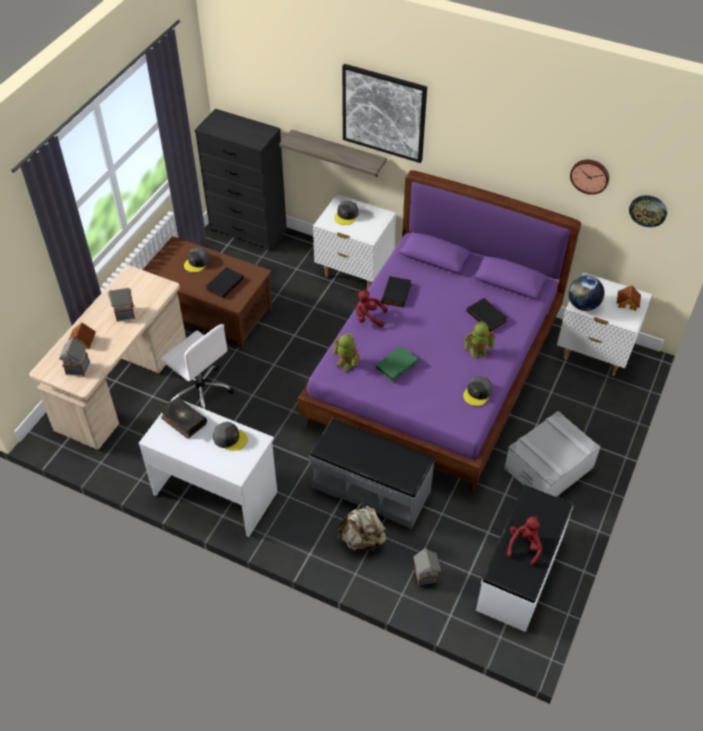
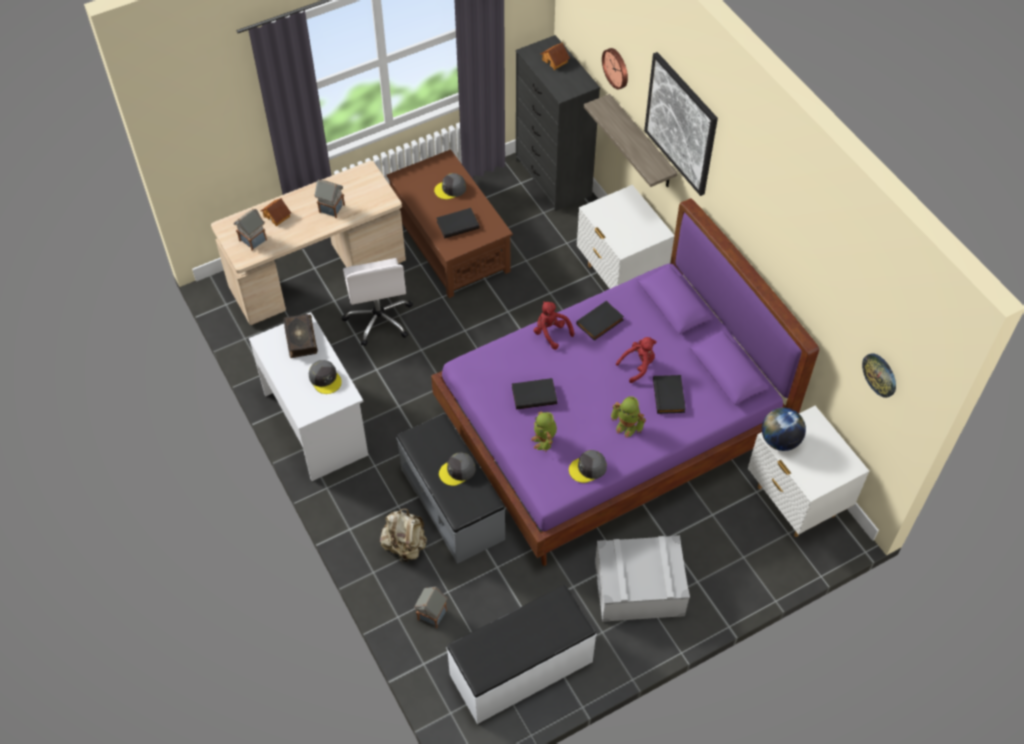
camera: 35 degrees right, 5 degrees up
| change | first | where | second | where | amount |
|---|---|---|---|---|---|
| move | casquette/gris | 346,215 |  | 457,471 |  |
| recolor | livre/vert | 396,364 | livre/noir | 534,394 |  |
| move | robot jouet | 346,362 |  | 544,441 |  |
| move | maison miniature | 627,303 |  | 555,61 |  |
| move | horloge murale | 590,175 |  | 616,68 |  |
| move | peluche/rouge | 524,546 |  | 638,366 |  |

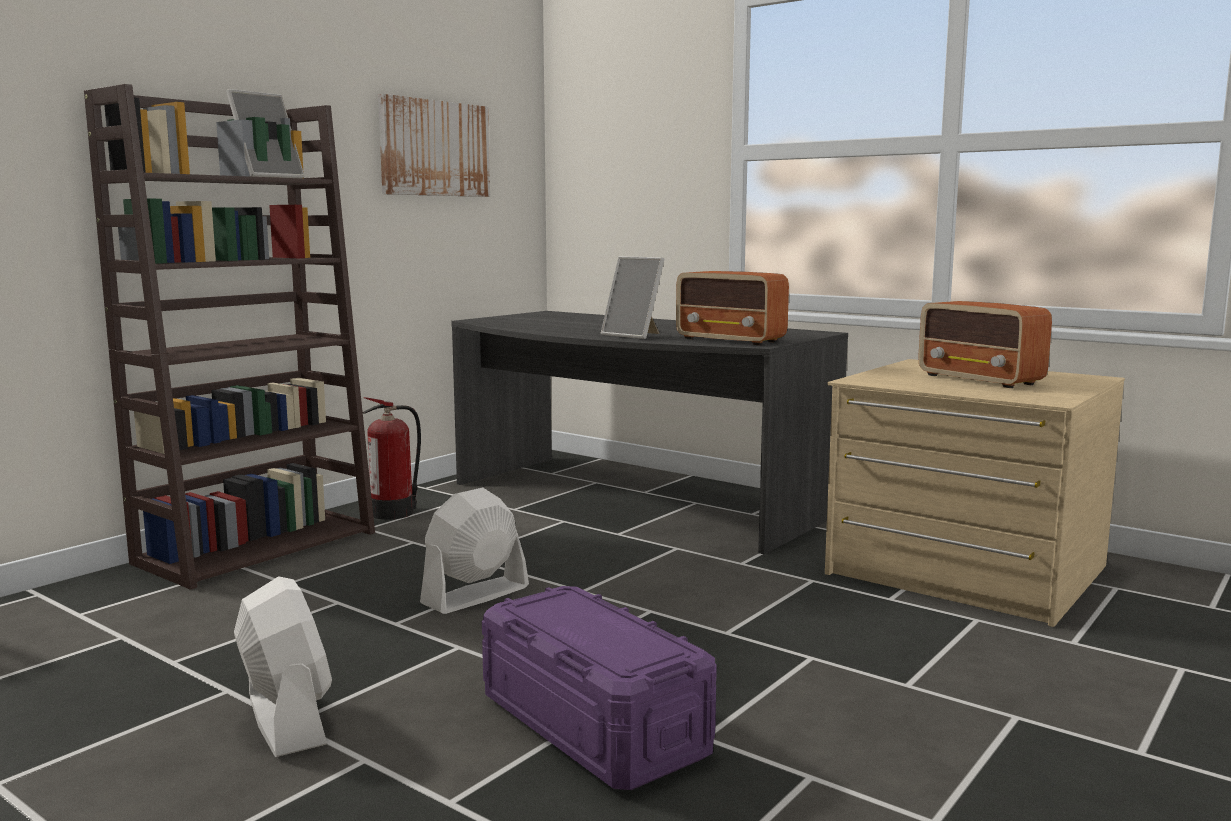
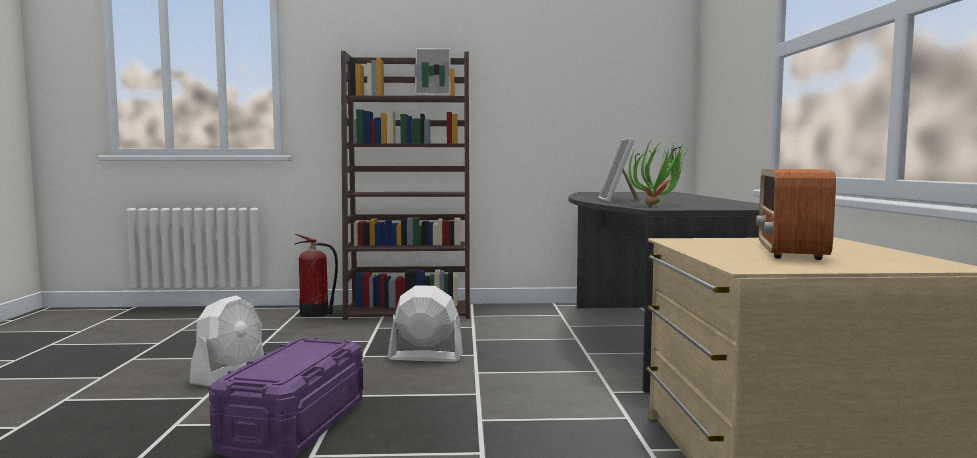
camera: 50 degrees right, 5 degrees down
| change | first | where | second | where | amount |
|---|---|---|---|---|---|
| move | extincteur | 394,512 |  | 316,313 |  |
| replace | radio | 731,340 | plante en pot | 659,206 |  |
| delete | tableau | 434,148 |  |  |  |

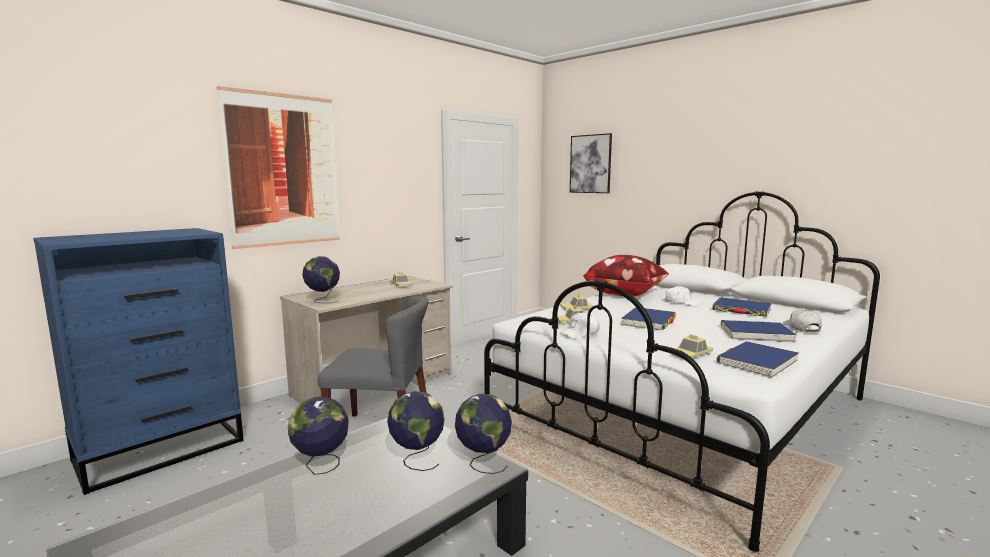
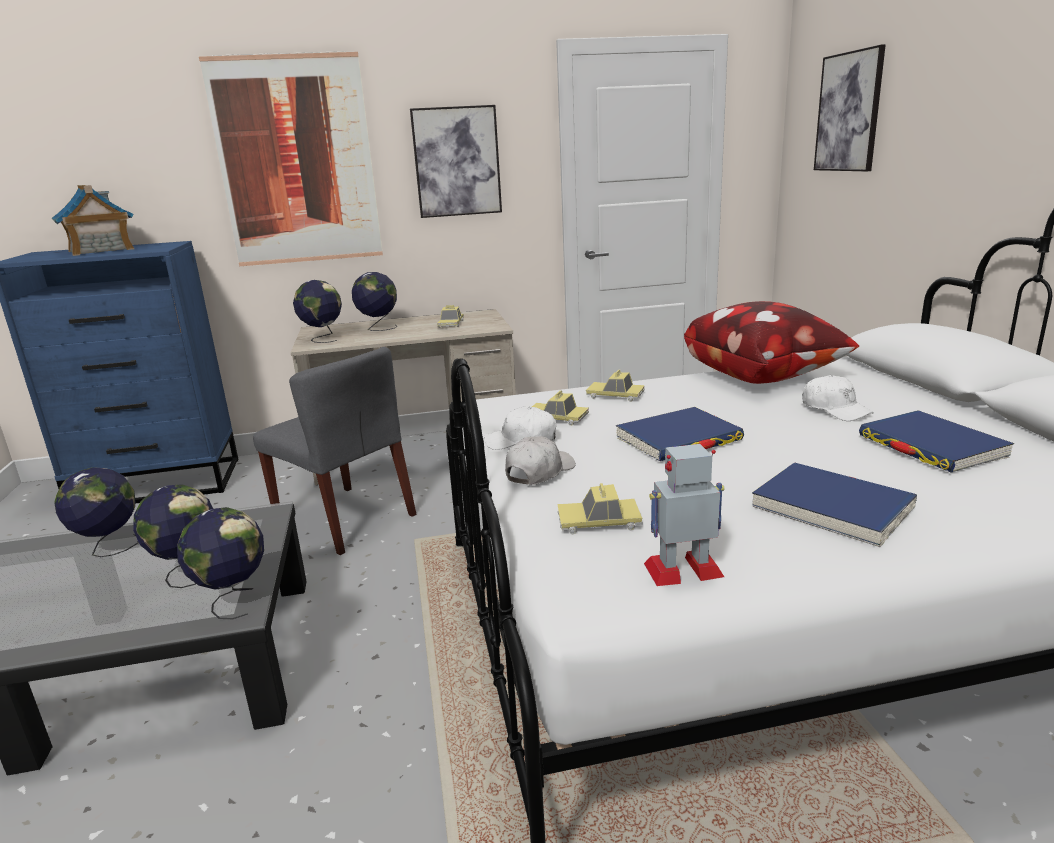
camera: 35 degrees right, 10 degrees up
| change | first | where | second | where | amount |
|---|---|---|---|---|---|
| insert |  |  | maison miniature | 100,250 |  |
| insert |  |  | globe | 378,328 |  |
| insert |  |  | tableau | 457,162 |  |
| move | casquette/blanc | 801,328 |  | 539,472 |  |
| replace | livre/bleu | 757,362 | robot jouet | 684,570 |  |

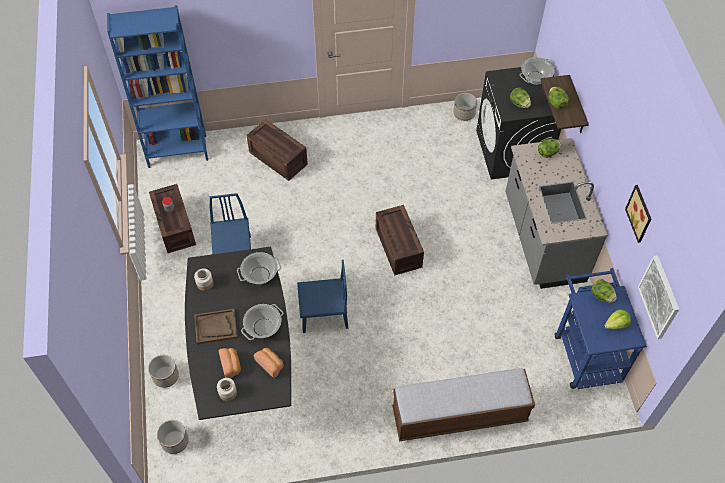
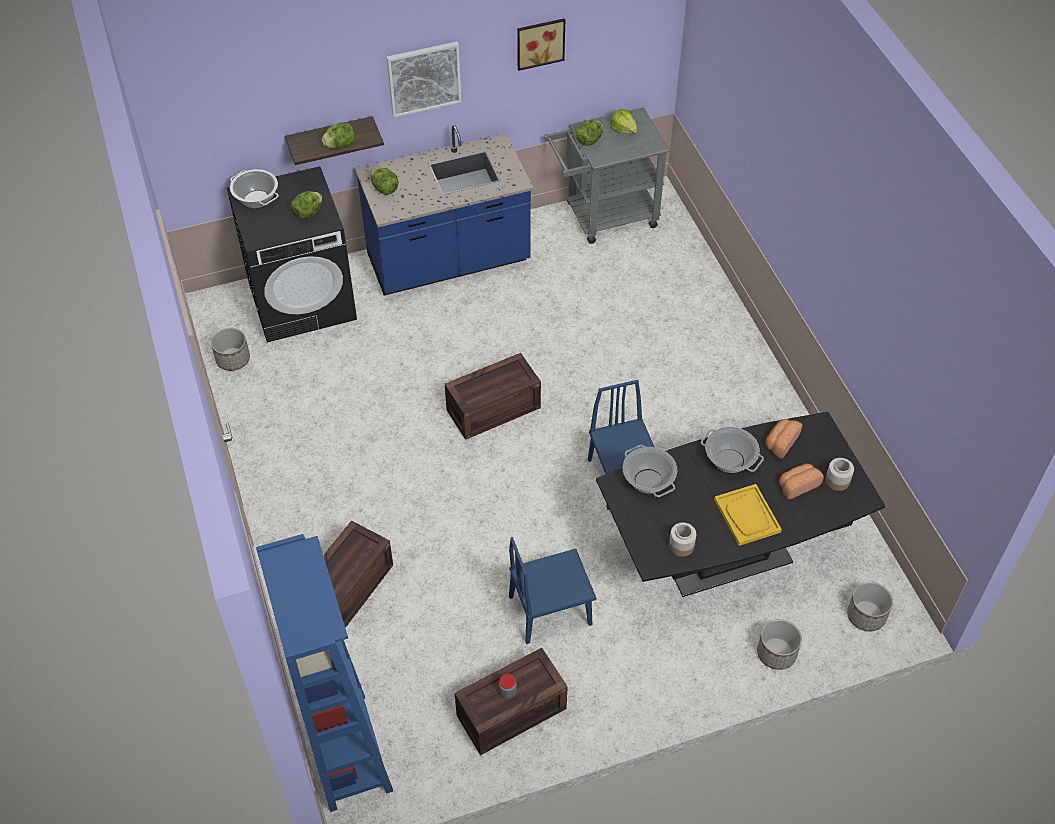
camera: 100 degrees left, 5 degrees down
| change | first | where | second | where | amount |
|---|---|---|---|---|---|
| recolor | comptoir de cuisine/gris | 542,238 | comptoir de cuisine/bleu | 448,261 |  |
| move | tableau | 659,297 |  | 424,78 |  |
| recolor | chariot/bleu | 585,351 | chariot/gris | 604,217 |  |
| recolor | plateau/marron | 216,327 | plateau/jaune | 747,516 |  |
| delete | banc | 459,415 |  |  |  |

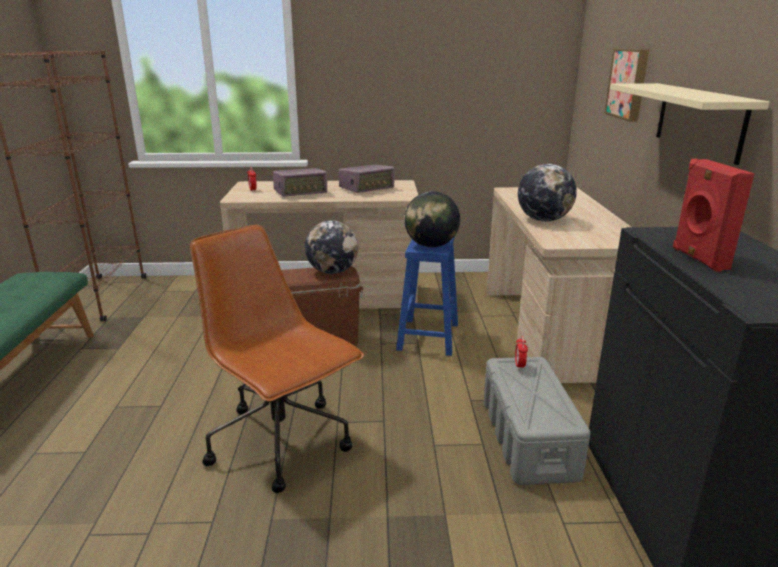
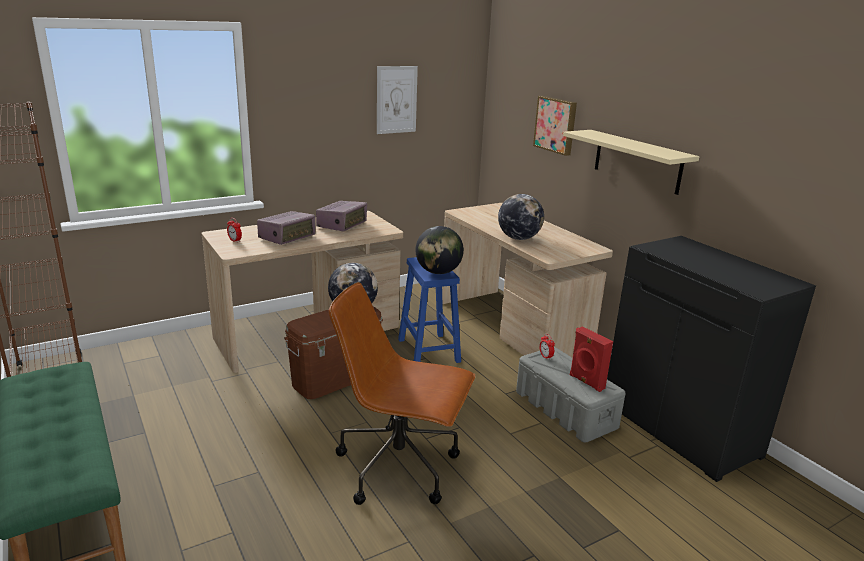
camera: 30 degrees left, 0 degrees up
| change | first | where | second | where | amount |
|---|---|---|---|---|---|
| insert |  |  | tableau | 396,100 |  |
| move | enceinte/rouge | 698,258 |  | 586,382 |  |

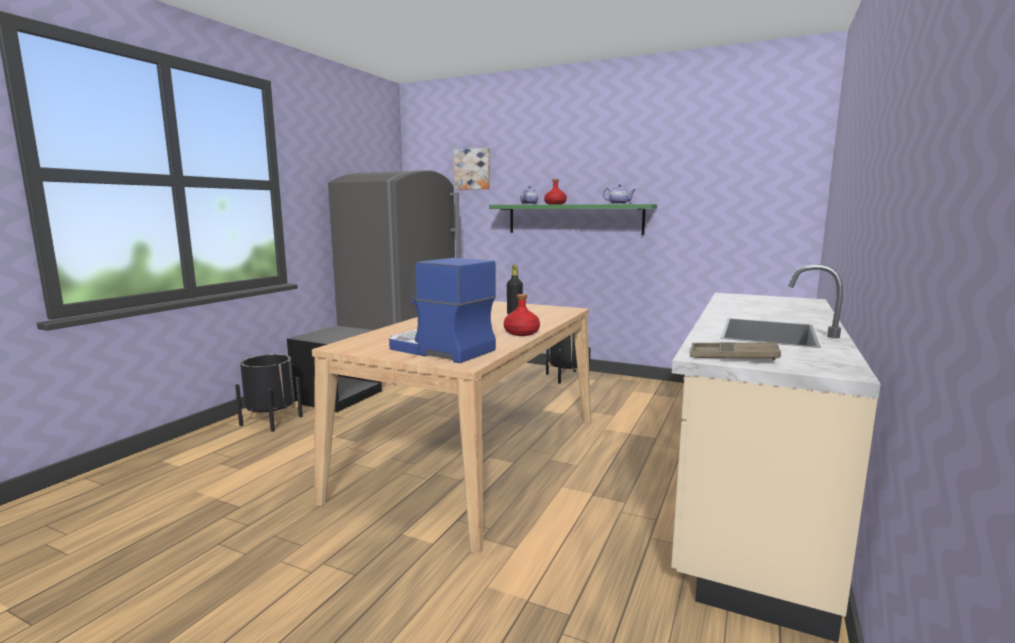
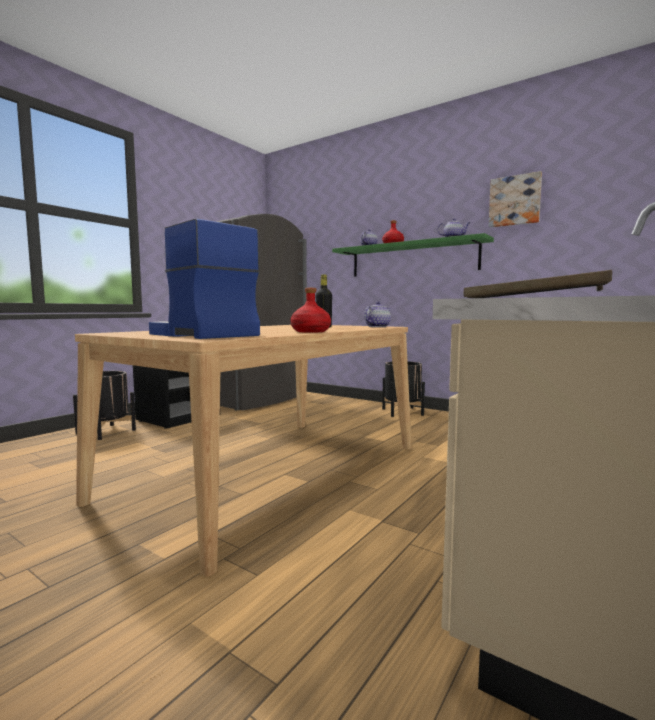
camera: 10 degrees right, 5 degrees down
| change | first | where | second | where | amount |
|---|---|---|---|---|---|
| insert |  |  | théière | 377,327 |  |
| move | tableau | 473,169 |  | 515,201 |  |

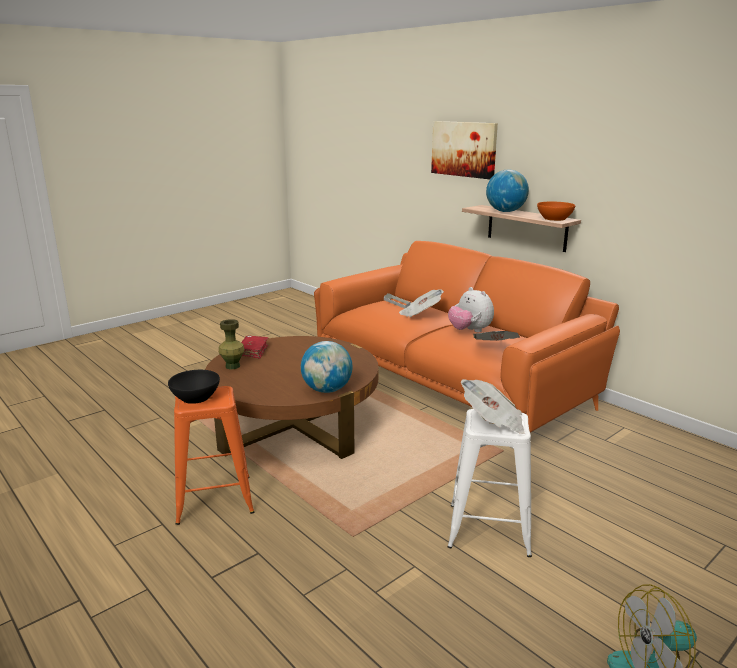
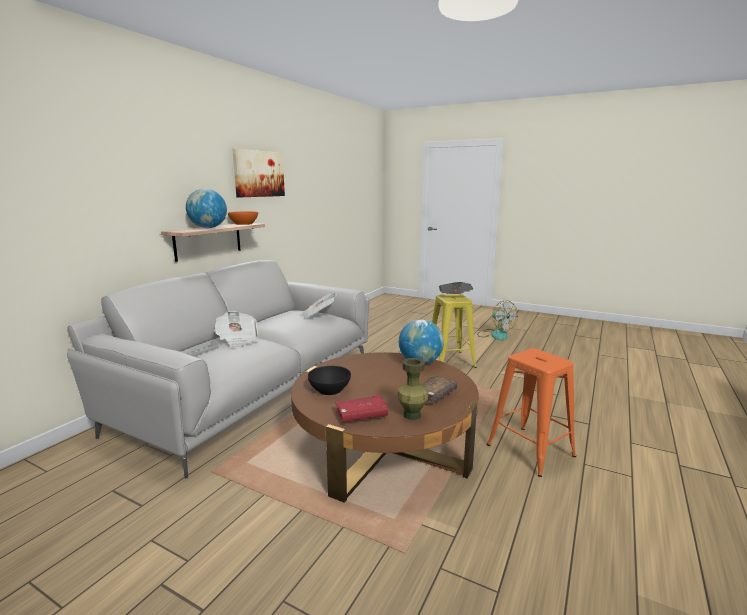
camera: 110 degrees left, 5 degrees down
| change | first | where | second | where | amount |
|---|---|---|---|---|---|
| recolor | canapé/orange | 451,380 | canapé/gris | 252,388 |  |
| move | tableau | 464,149 |  | 258,174 |  |
| move | bol/noir | 196,397 |  | 329,389 |  |
| insert |  |  | livre/marron | 433,395 |  |
| recolor | tabouret/blanc | 488,529 | tabouret/jaune | 450,361 |  |
| delete | peluche | 470,331 |  |  |  |

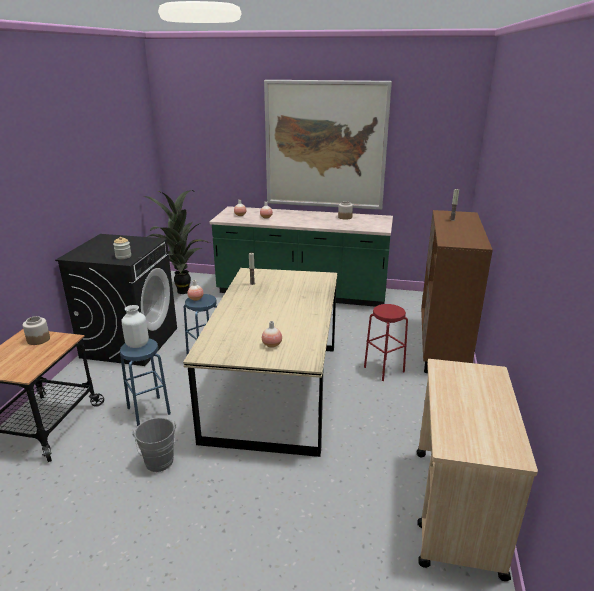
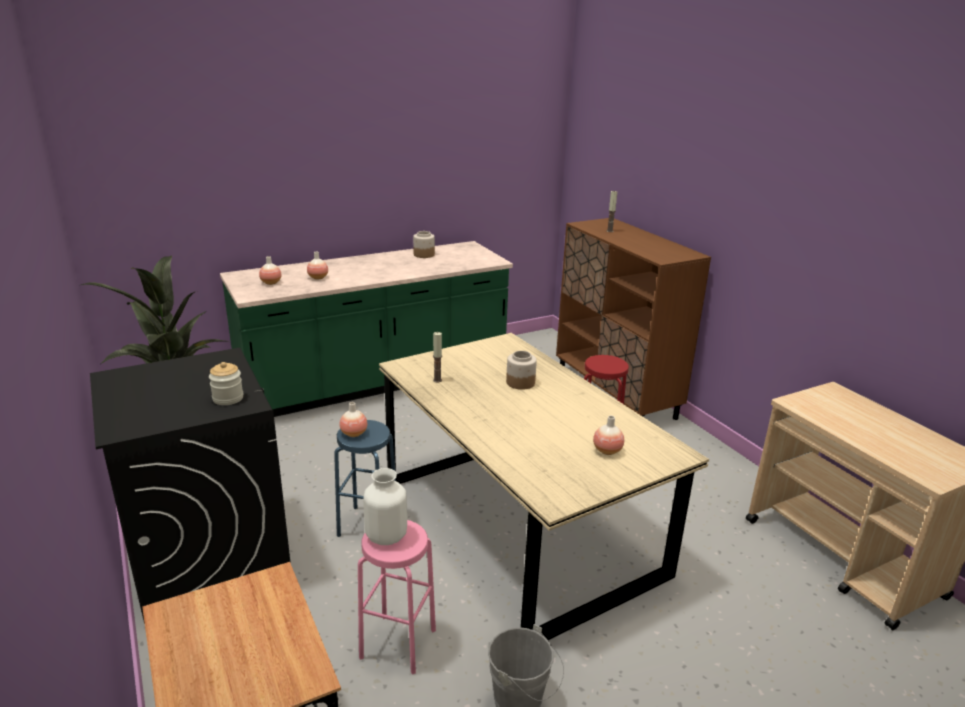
camera: 40 degrees left, 0 degrees up
| change | first | where | second | where | amount |
|---|---|---|---|---|---|
| recolor | tabouret/bleu | 148,411 | tabouret/rose | 398,643 |  |
| move | bocal | 38,339 |  | 520,383 |  |
| delete | tableau | 325,145 |  |  |  |

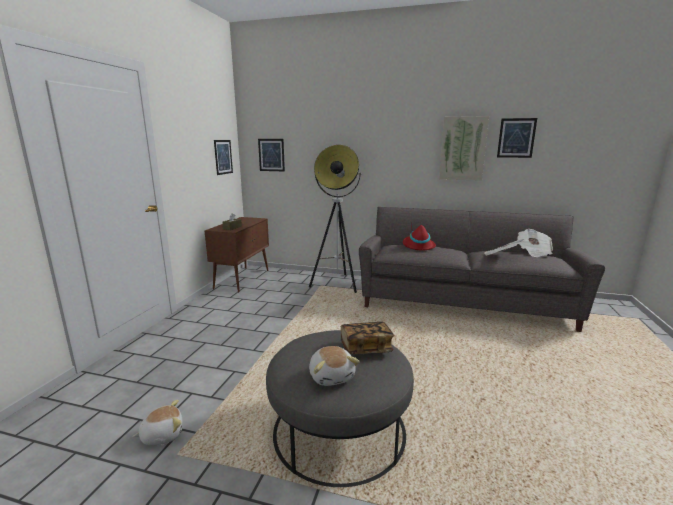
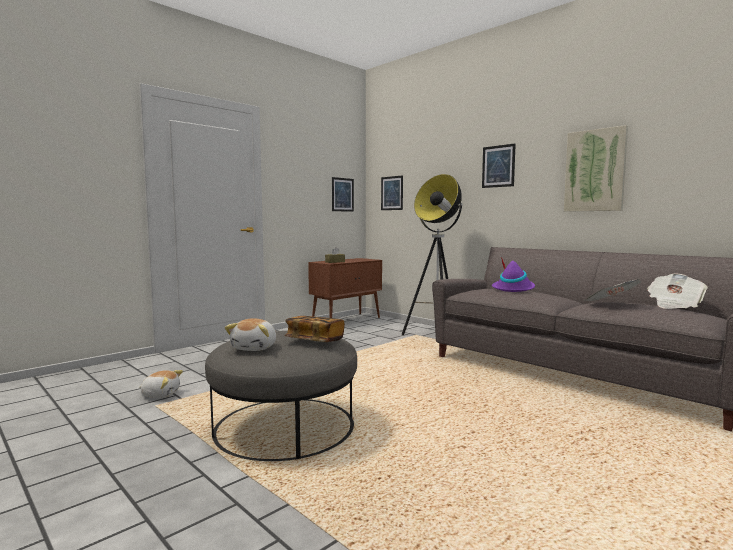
camera: 30 degrees right, 10 degrees down
| change | first | where | second | where | amount |
|---|---|---|---|---|---|
| move | tableau | 516,138 |  | 498,166 |  |
| recolor | chapeau/rouge | 418,246 | chapeau/violet | 513,289 |  |

